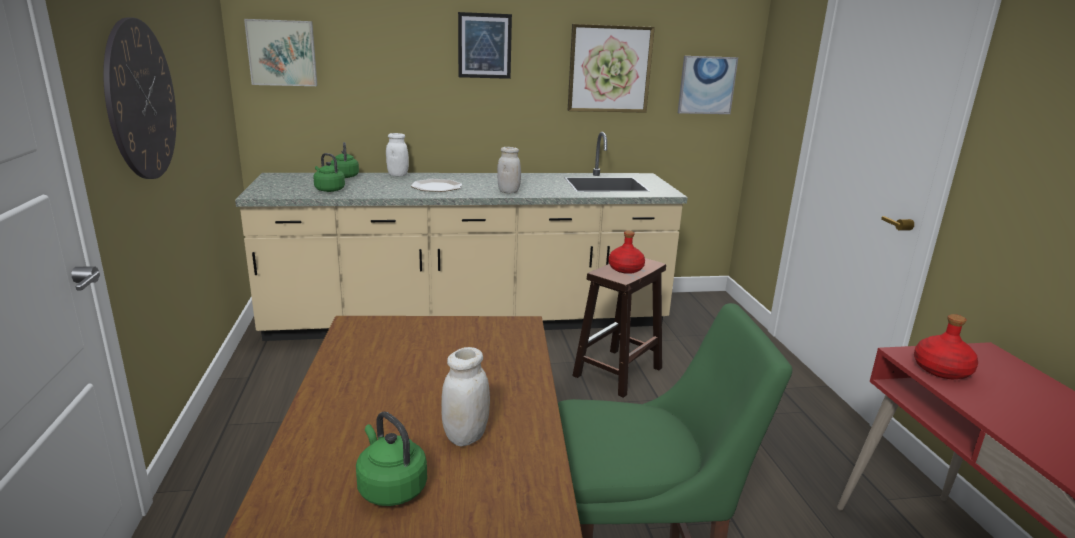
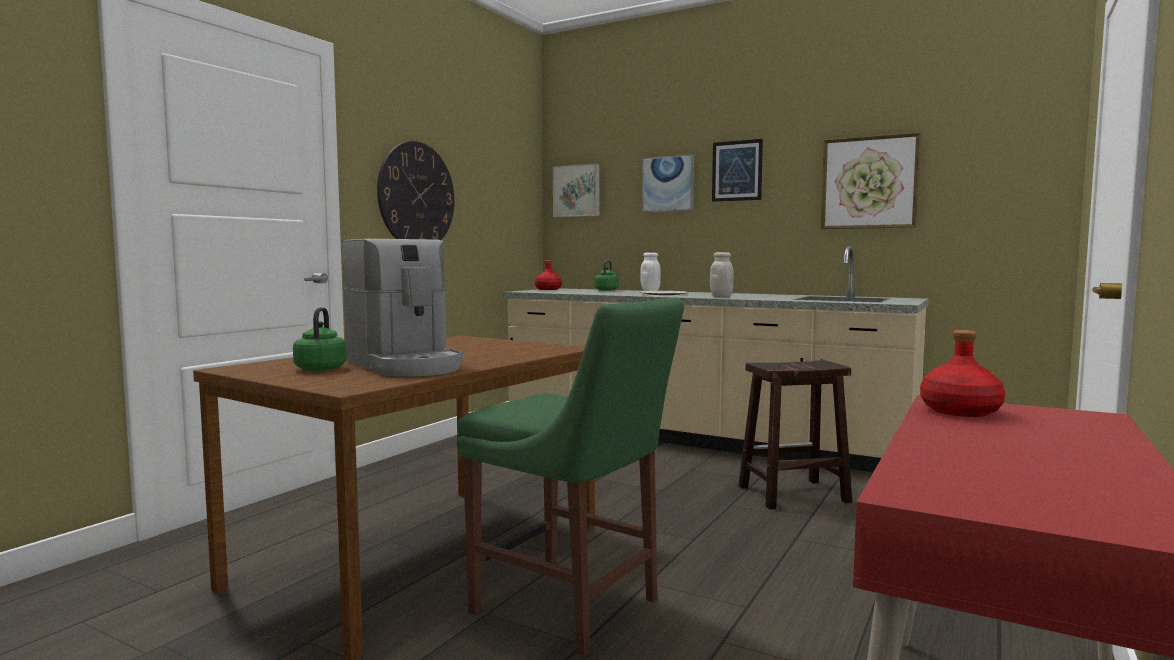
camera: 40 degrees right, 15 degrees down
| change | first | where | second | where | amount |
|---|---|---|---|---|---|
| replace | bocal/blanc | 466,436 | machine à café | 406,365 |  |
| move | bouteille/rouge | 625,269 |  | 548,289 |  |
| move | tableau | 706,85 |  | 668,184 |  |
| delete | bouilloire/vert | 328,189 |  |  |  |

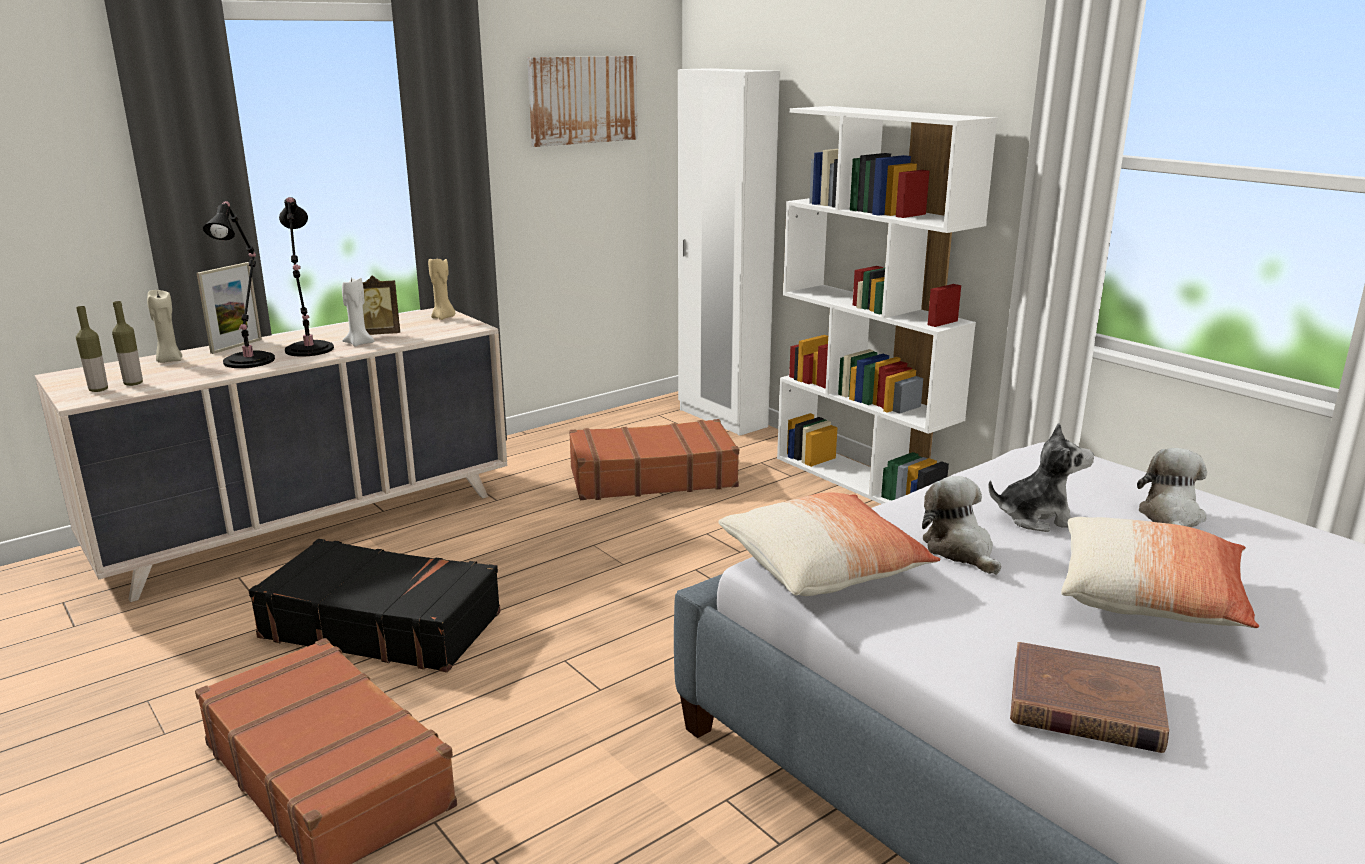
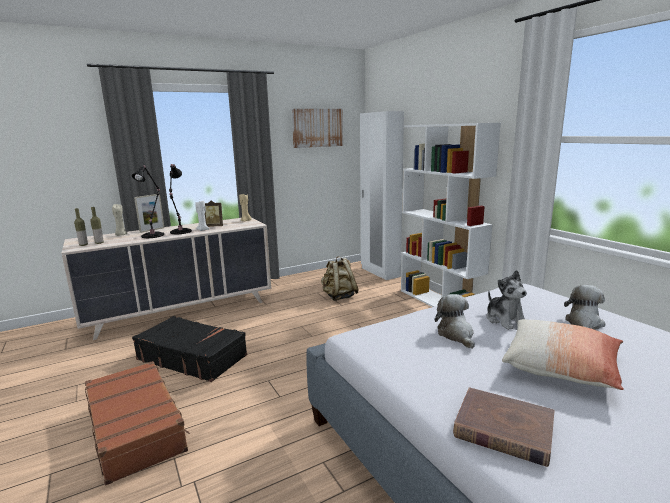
camera: 10 degrees right, 5 degrees down
| change | first | where | second | where | amount |
|---|---|---|---|---|---|
| replace | valise/marron | 652,477 | sac à dos/beige | 339,297 |  |
| rotate | peluche | 1037,518 |  | 505,320 | 60 degrees clockwise |
| delete | coussin | 824,568 |  |  |  |

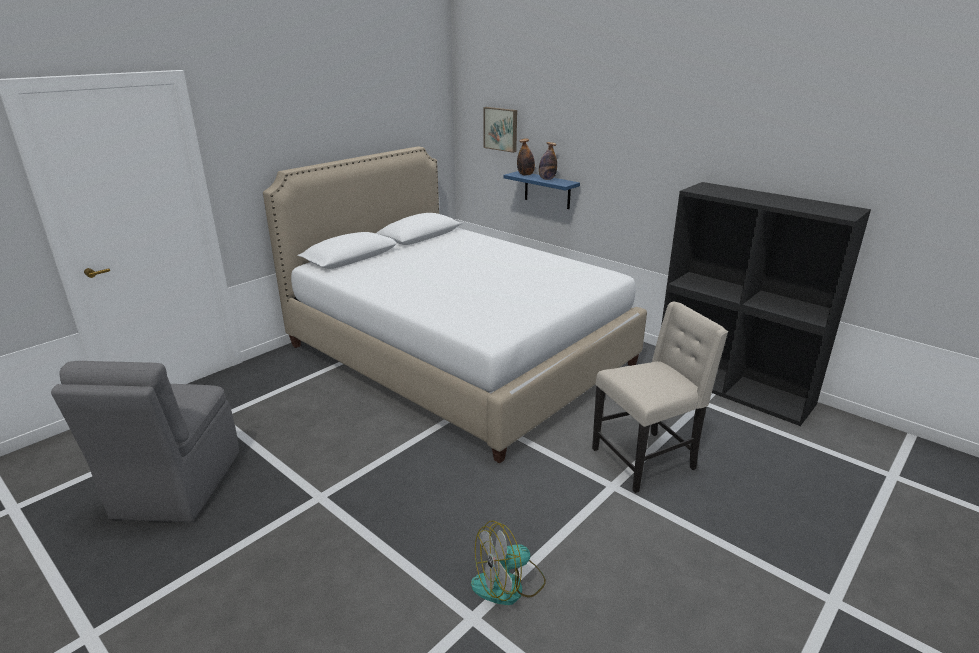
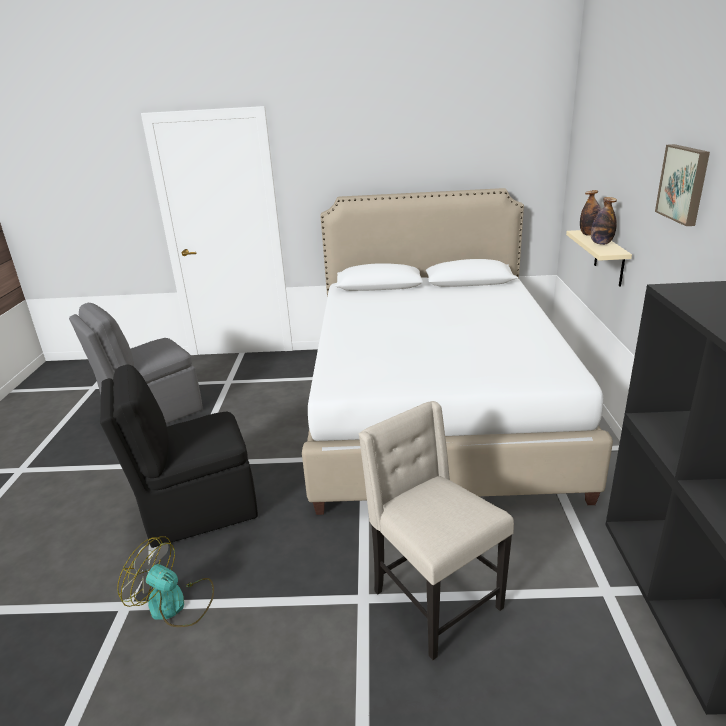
camera: 50 degrees right, 0 degrees up
| change | first | where | second | where | amount |
|---|---|---|---|---|---|
| insert |  |  | chaise/noir | 197,509 |  |
| rotate | chaise/beige | 645,459 |  | 433,600 | 150 degrees counterclockwise |
| recolor | étagère/bleu | 547,190 | étagère/beige | 609,258 |  |
| move | tableau | 501,129 |  | 684,184 |  |

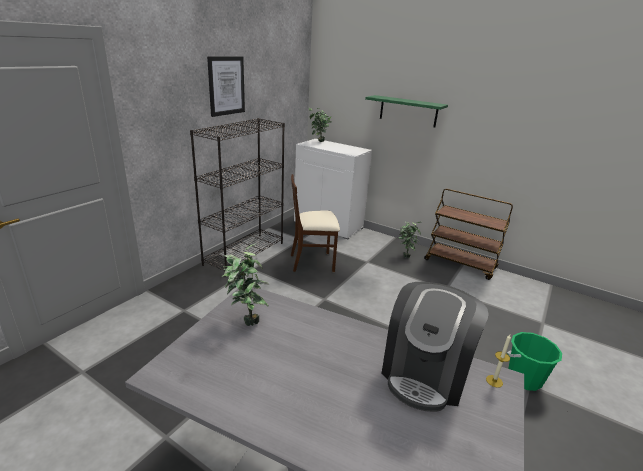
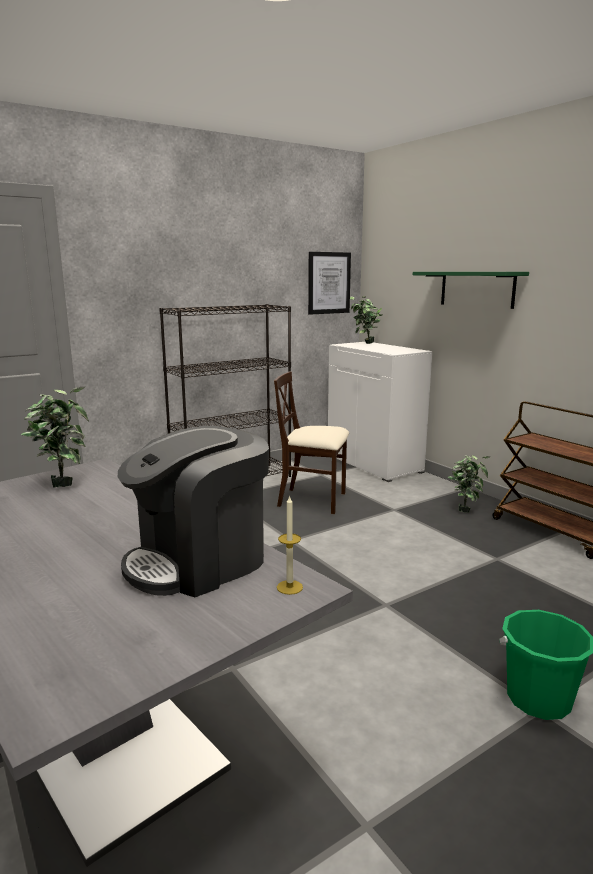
camera: 25 degrees right, 10 degrees down
| change | first | where | second | where | amount |
|---|---|---|---|---|---|
| move | tableau | 226,86 |  | 329,283 |  |

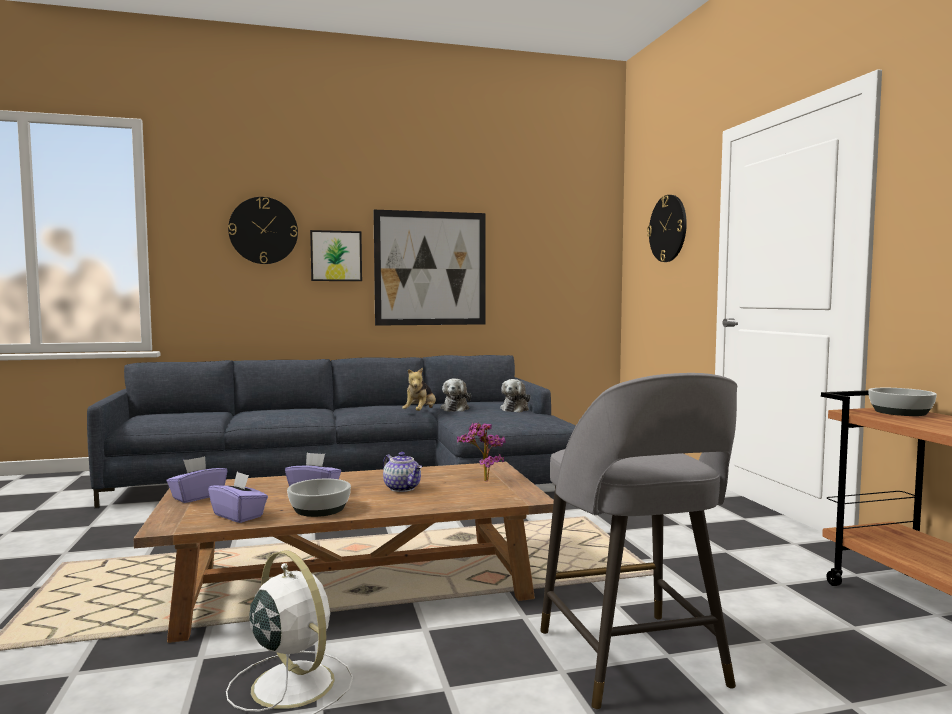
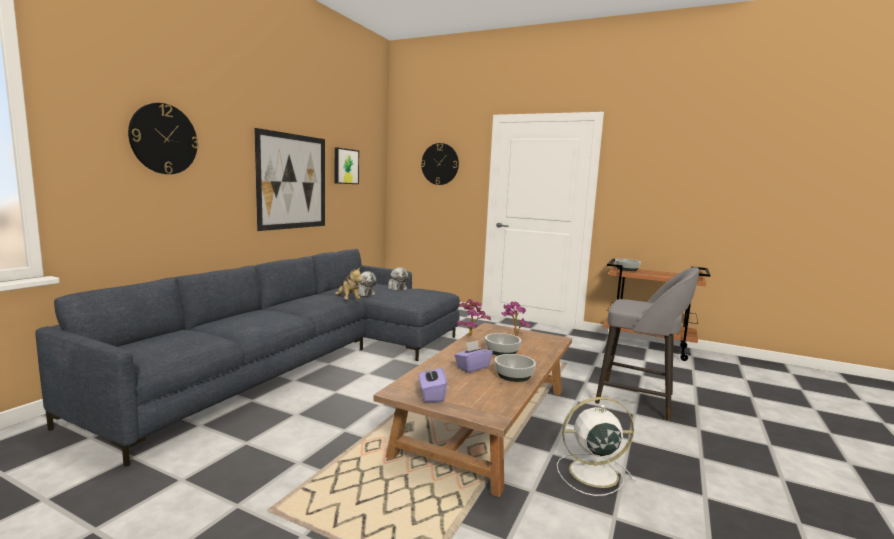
camera: 50 degrees left, 5 degrees up
| change | first | where | second | where | amount |
|---|---|---|---|---|---|
| move | tableau | 336,256 |  | 345,166 |  |
| insert |  |  | plante en pot | 470,335 |  |
| replace | théière | 403,488 | bol | 502,351 |  |
| delete | boîte à mouchoirs/violet | 239,515 |  |  |  |

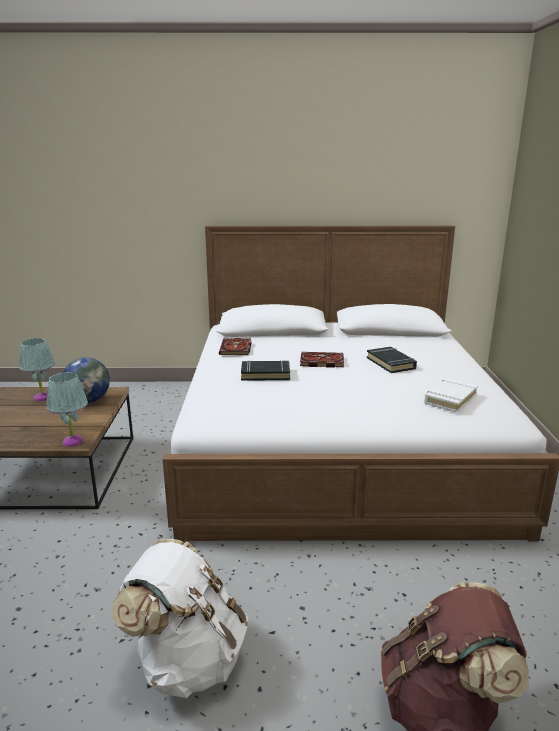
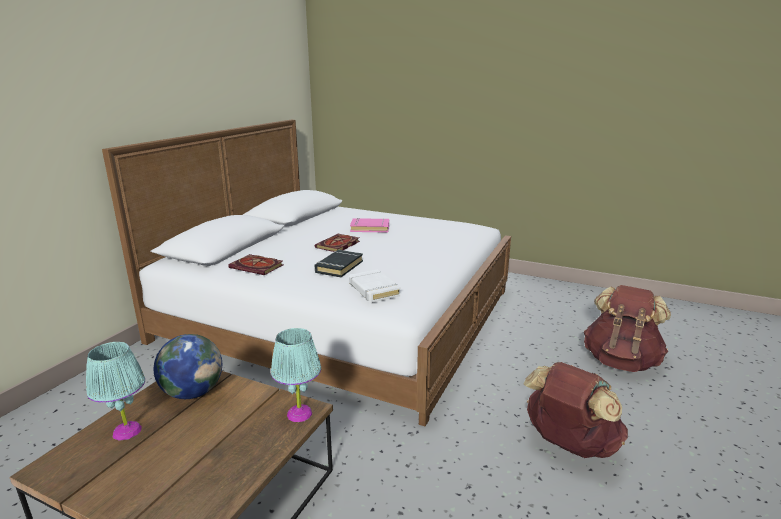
camera: 65 degrees left, 0 degrees up
| change | first | where | second | where | amount |
|---|---|---|---|---|---|
| move | livre/blanc | 450,399 |  | 373,290 |  |
| recolor | livre/noir | 391,363 | livre/rose | 370,228 |  |
| recolor | sac à dos/blanc | 188,660 | sac à dos/marron | 569,444 |  |

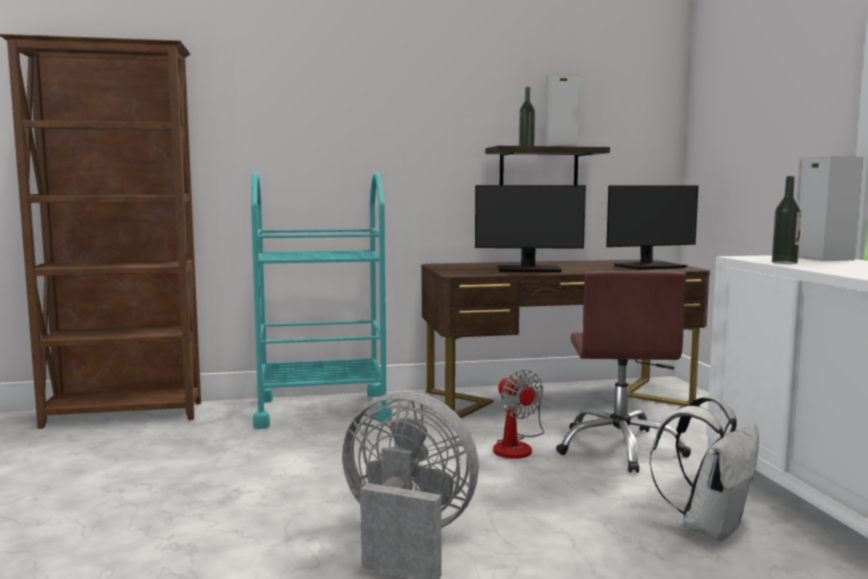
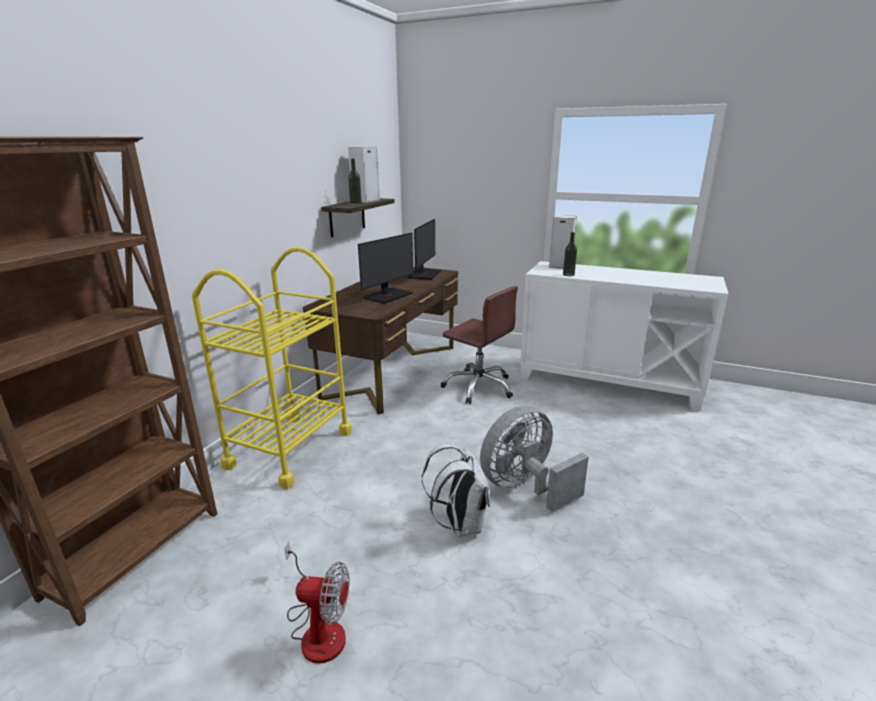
camera: 55 degrees left, 15 degrees up
| change | first | where | second | where | amount |
|---|---|---|---|---|---|
| recolor | chariot/turquoise | 322,410 | chariot/jaune | 290,448 |  |
| move | ventilateur | 517,446 |  | 318,629 |  |
| move | sac à dos/blanc | 709,527 |  | 460,524 |  |

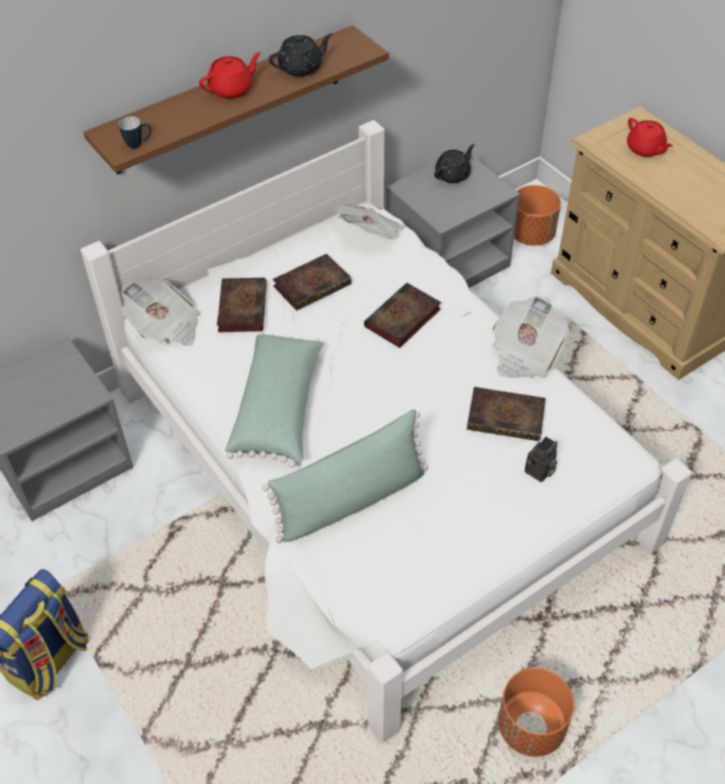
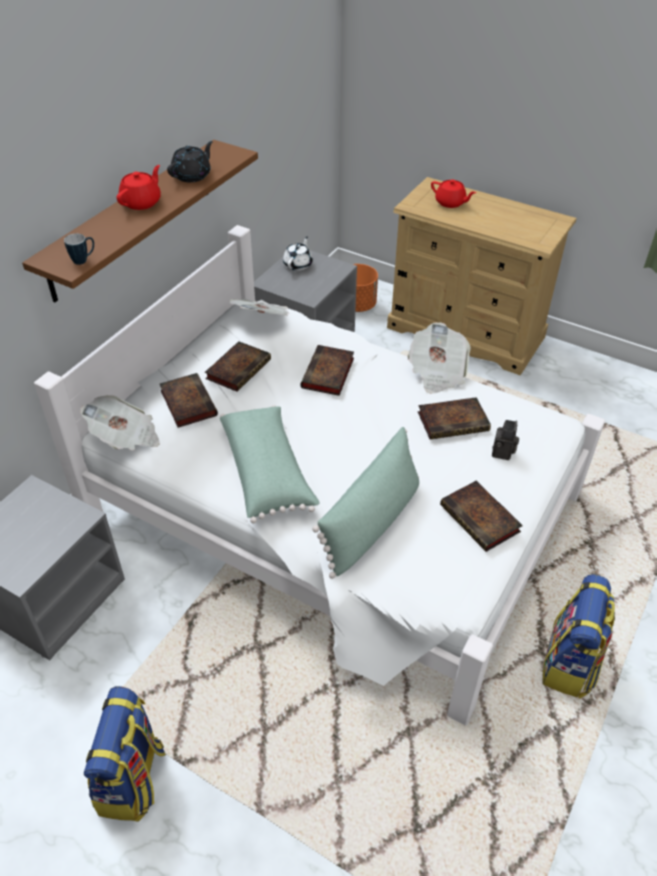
camera: 25 degrees left, 5 degrees down
| change | first | where | second | where | amount |
|---|---|---|---|---|---|
| recolor | théière/noir | 453,175 | théière/blanc | 298,264 |  |
| insert |  |  | livre | 481,520 |  |
| replace | cache-pot/orange | 531,728 | sac à dos | 570,664 |  |

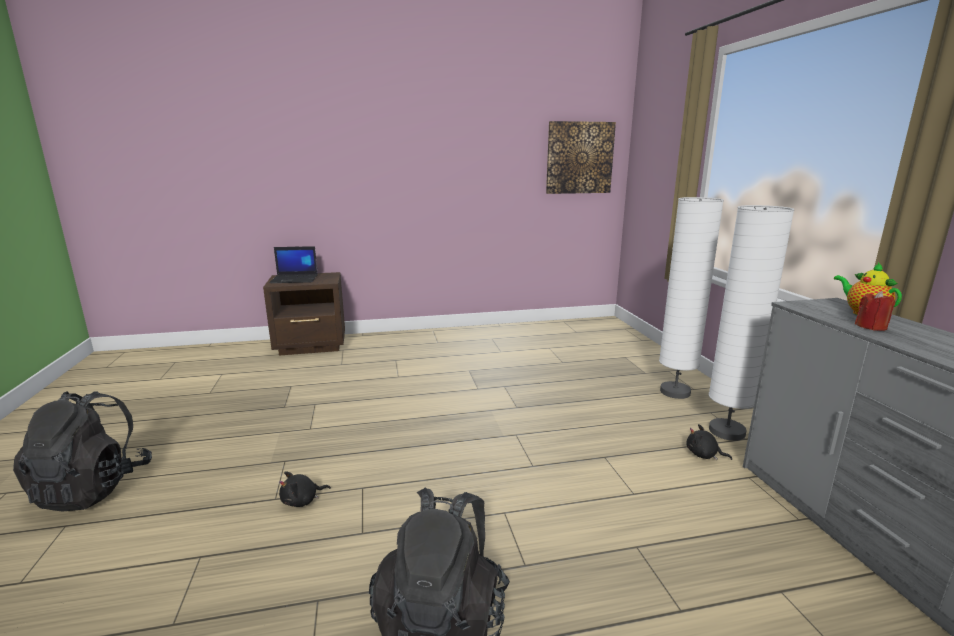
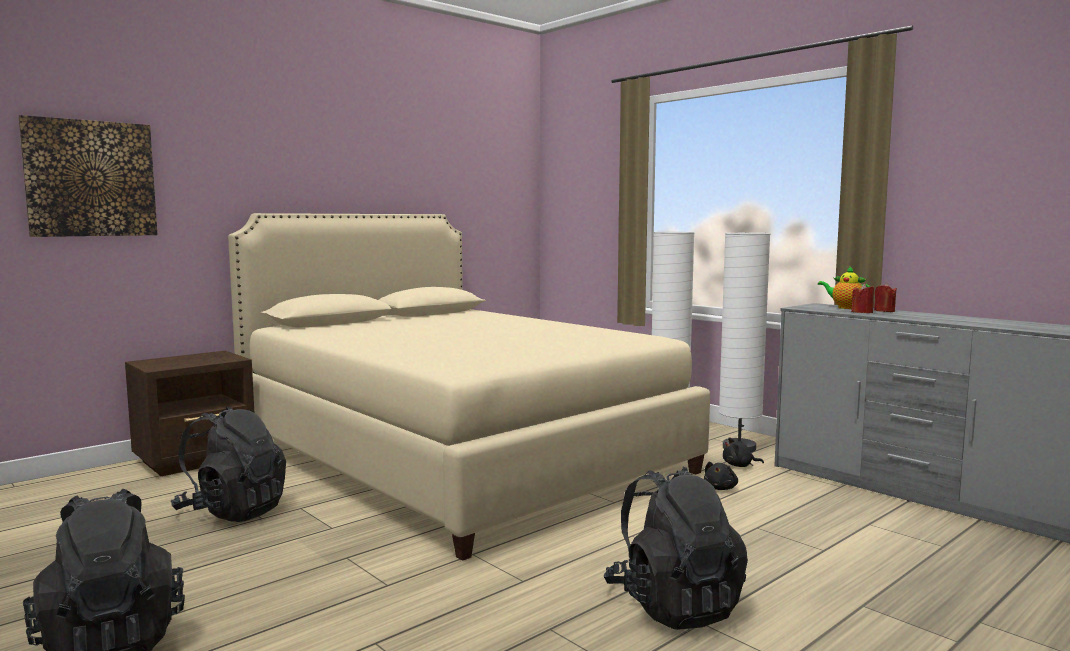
camera: 30 degrees left, 10 degrees down
| change | first | where | second | where | amount |
|---|---|---|---|---|---|
| move | tableau | 579,158 |  | 91,178 |  |
| insert |  |  | sac à dos/noir | 232,511 |  |
| insert |  |  | lit/beige | 457,456 |  |
| move | peluche/noir | 302,501 |  | 721,488 |  |
| insert |  |  | bougie/rouge | 884,311 |  |
| delete | ordinateur portable | 295,279 |  |  |  |

